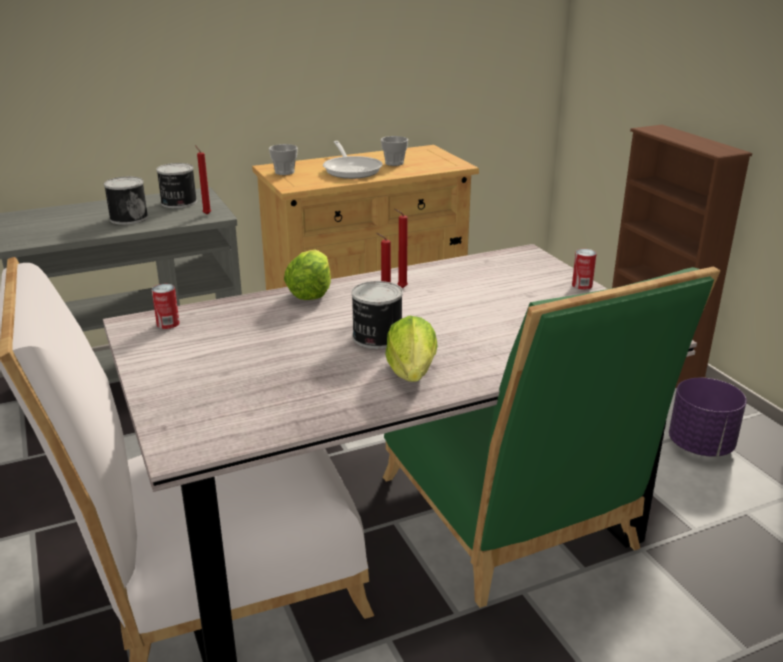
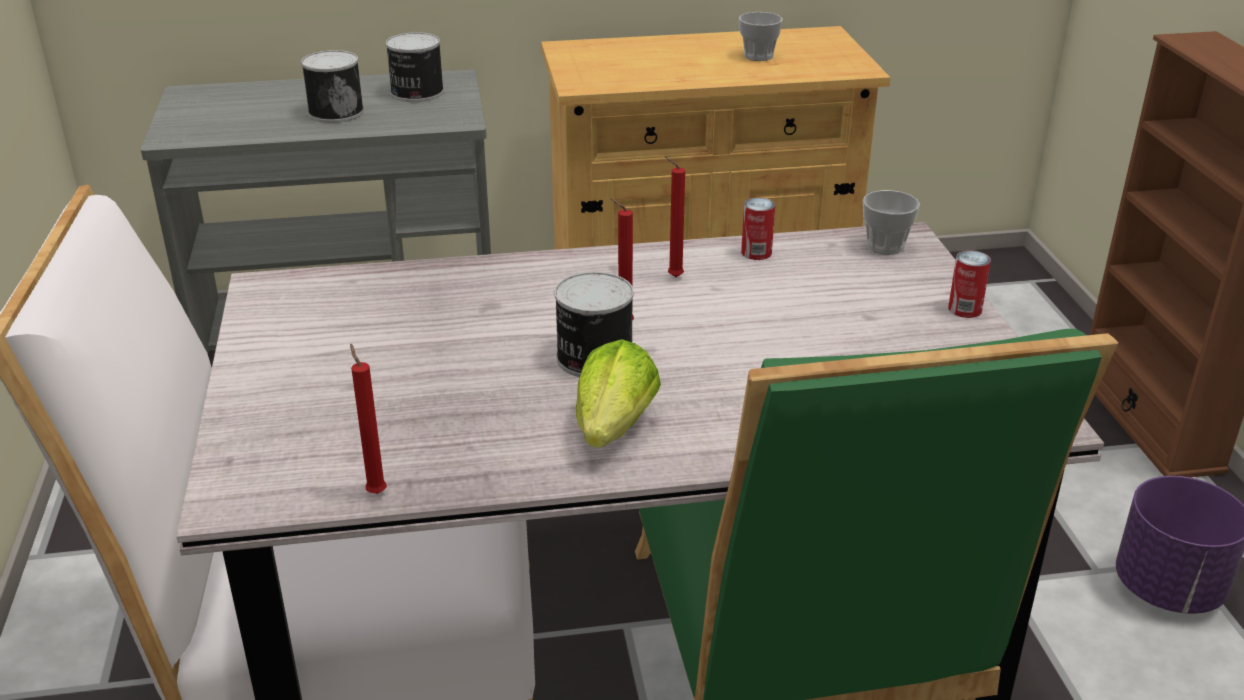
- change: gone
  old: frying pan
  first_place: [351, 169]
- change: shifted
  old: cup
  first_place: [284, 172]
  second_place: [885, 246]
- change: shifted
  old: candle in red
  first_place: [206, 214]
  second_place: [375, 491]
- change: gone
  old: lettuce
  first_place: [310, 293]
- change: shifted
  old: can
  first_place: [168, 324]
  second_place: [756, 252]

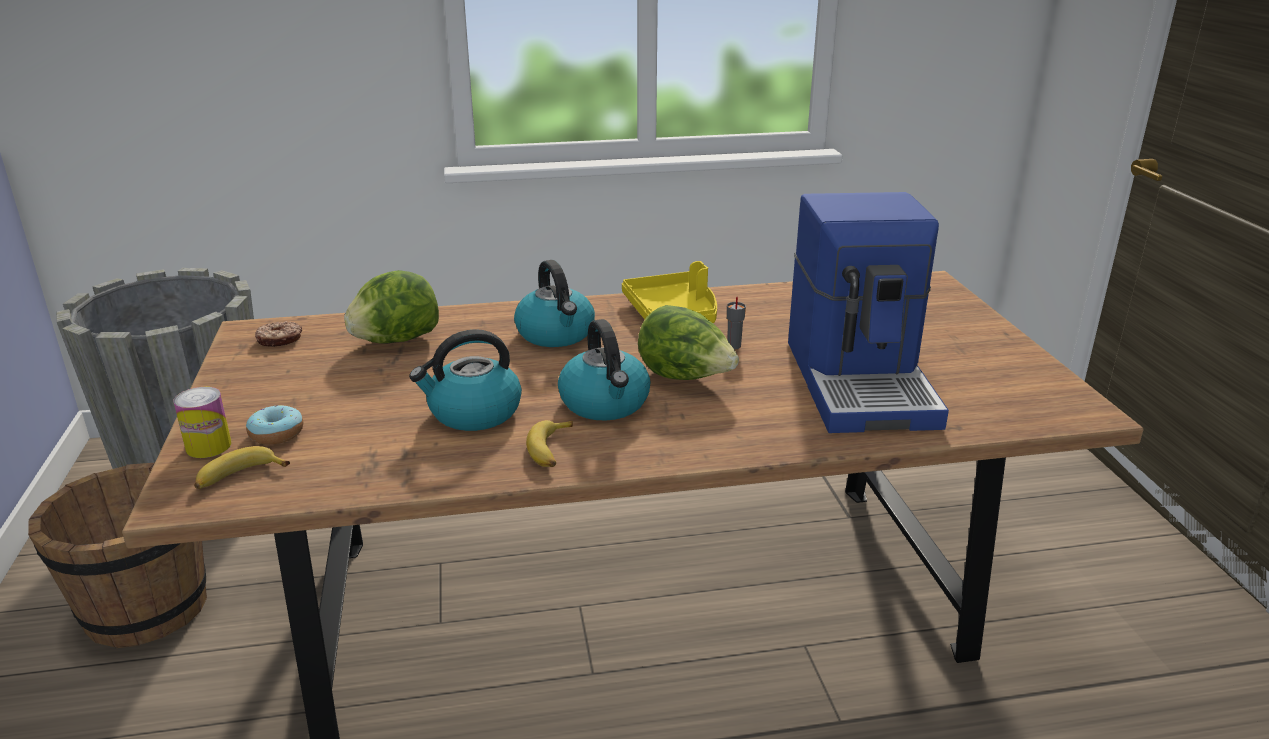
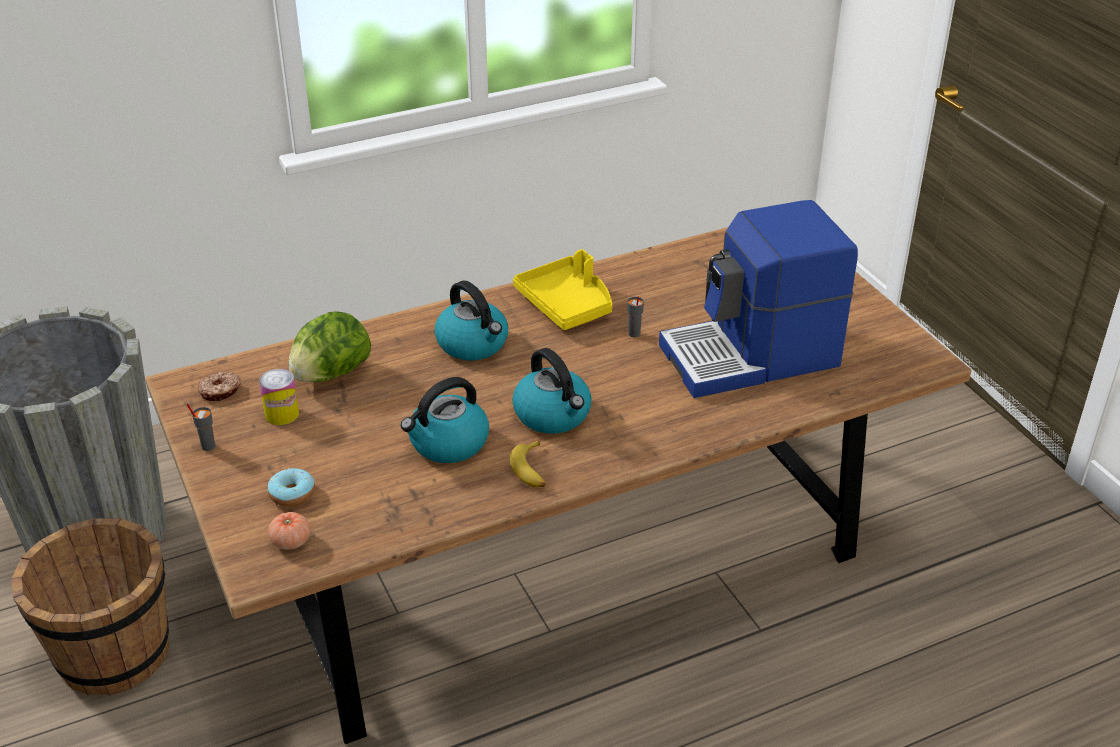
- change: rotated
  old: coffee machine
  first_place: [862, 382]
  second_place: [752, 357]
  degrees: 90
- change: gone
  old: lettuce
  first_place: [685, 378]
- change: shifted
  old: can
  first_place: [208, 446]
  second_place: [282, 414]
- change: swapped
  old: banana
  new: tomato
  first_place: [239, 477]
  second_place: [291, 541]
- change: new
  new: cup in grey
  second_place: [208, 446]

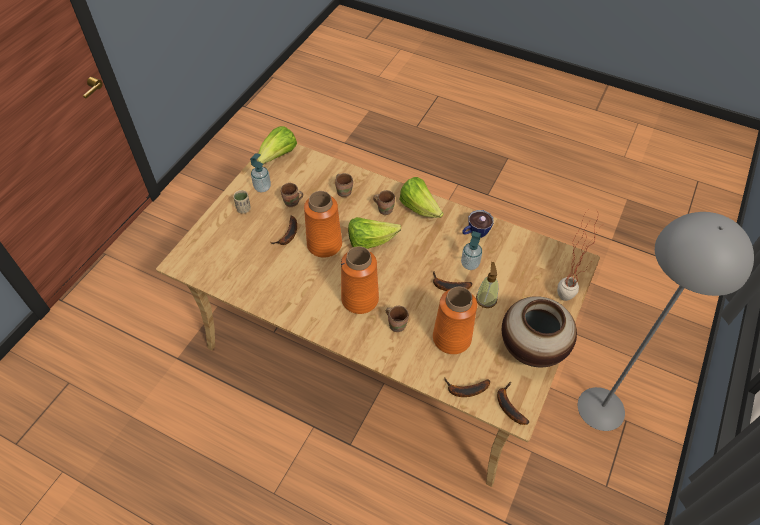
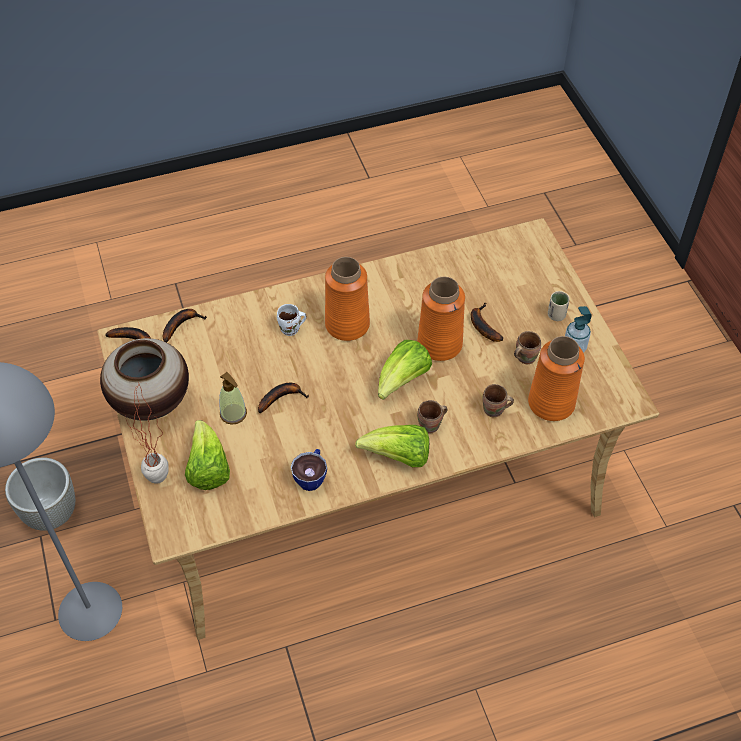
- change: shifted
  old: lettuce
  first_place: [278, 156]
  second_place: [208, 468]
- change: gone
  old: soap dispenser
  first_place: [470, 264]
- change: shifted
  old: vase in orange
  first_place: [451, 338]
  second_place: [551, 402]
- change: repainted
  old: mug in brown
  new: mug in white
  first_place: [397, 324]
  second_place: [291, 330]
- change: new
  new: planter in grey
  second_place: [50, 513]

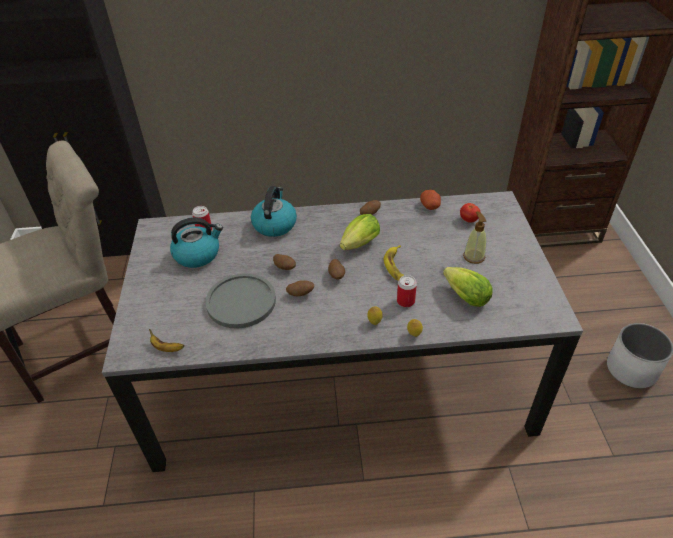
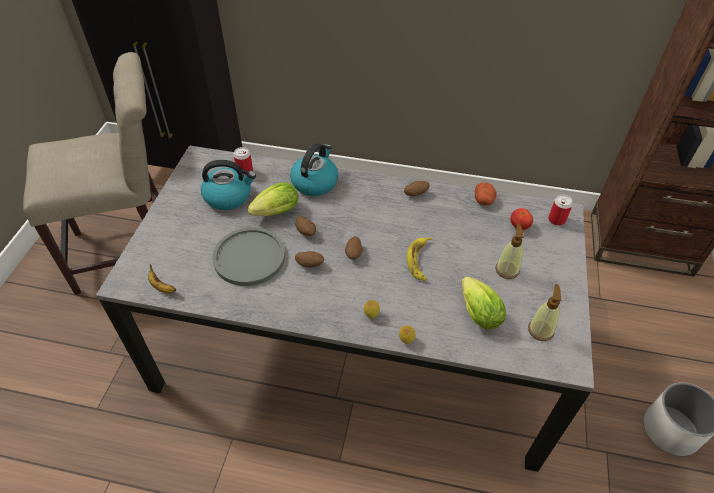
- change: shifted
  old: lettuce
  first_place: [358, 245]
  second_place: [274, 213]
- change: shifted
  old: can
  first_place: [405, 301]
  second_place: [556, 220]
- change: new
  new: soap dispenser
  second_place: [540, 330]

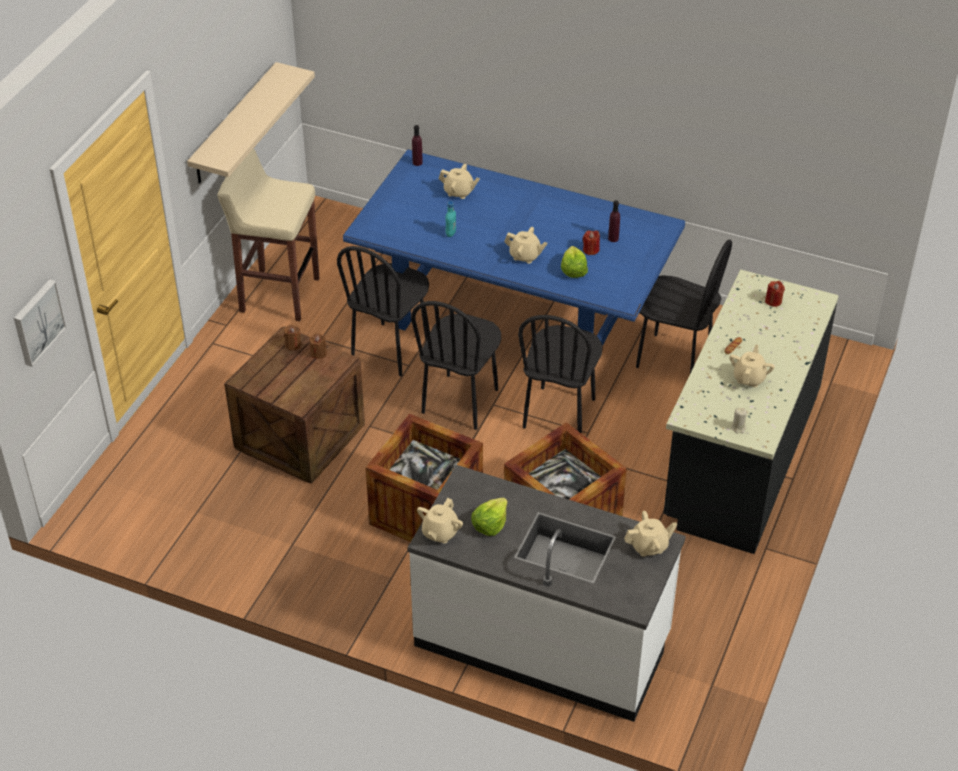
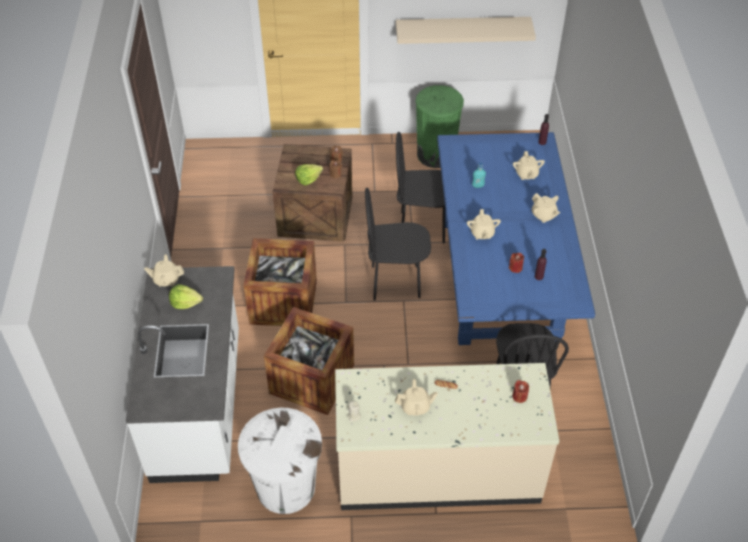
- change: swapped
  old: stool in beige
  new: trash can in green
  first_place: [278, 294]
  second_place: [436, 154]
- change: shifted
  old: lettuce
  first_place: [573, 270]
  second_place: [308, 179]
- change: repainted
  old: counter in black
  new: counter in beige
  first_place: [740, 458]
  second_place: [438, 469]
- change: gone
  old: picture
  first_place: [37, 322]
- change: gone
  old: chair in black
  first_place: [559, 413]
- change: shifted
  old: teapot in beige
  first_place: [649, 546]
  second_place: [543, 215]
- change: new
  new: trash can in white
  second_place: [285, 487]

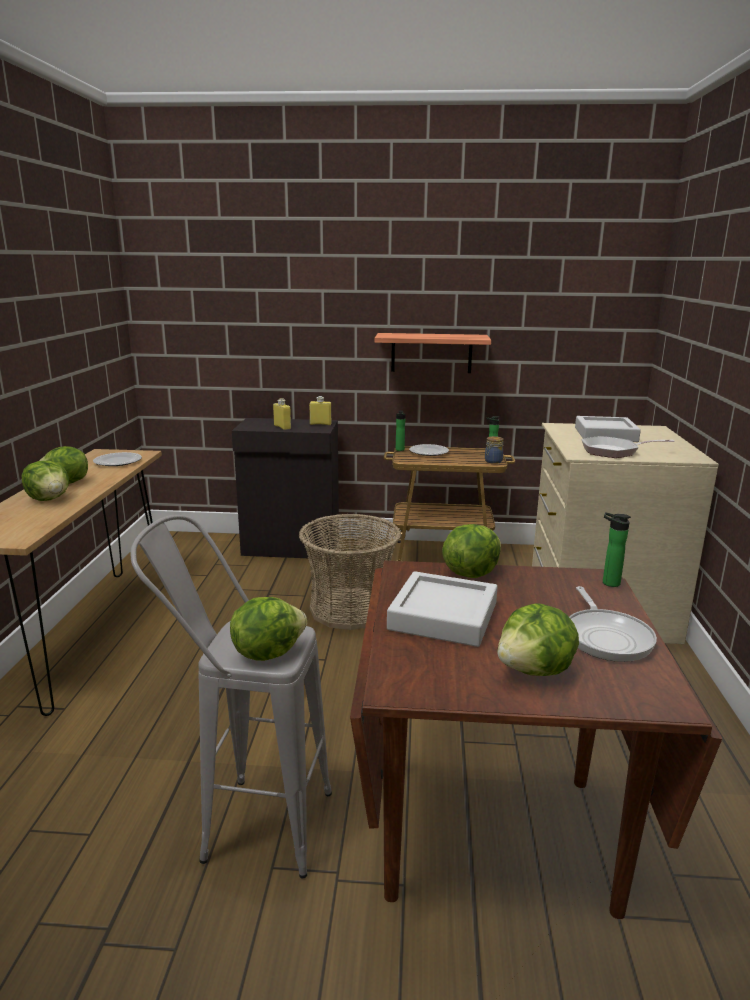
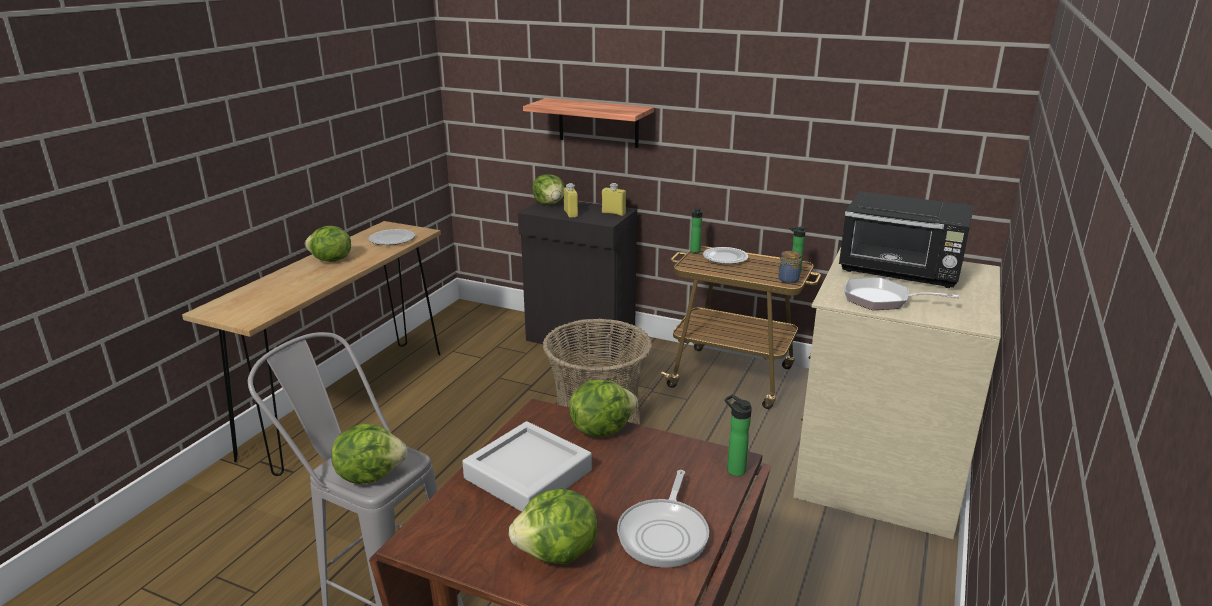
- change: shifted
  old: shelf
  first_place: [431, 353]
  second_place: [598, 123]
- change: swapped
  old: tray in grey
  new: microwave in black
  first_place: [605, 434]
  second_place: [901, 272]
- change: shifted
  old: lettuce
  first_place: [49, 499]
  second_place: [550, 204]

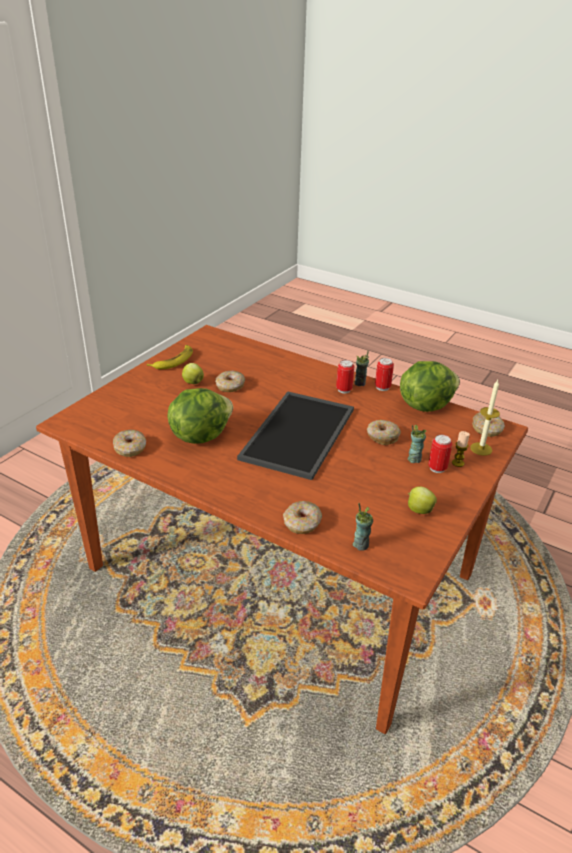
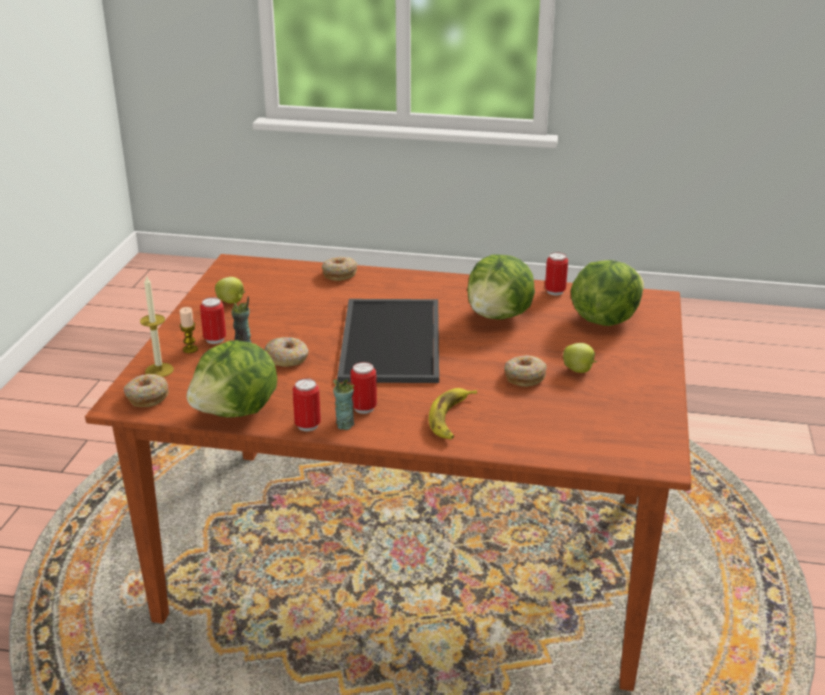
- change: shifted
  old: banana
  first_place: [173, 360]
  second_place: [451, 418]
- change: swapped
  old: donut
  new: can
  first_place: [130, 448]
  second_place: [555, 291]
- change: gone
  old: cup
  first_place: [361, 544]
- change: new
  new: lettuce
  second_place: [604, 319]

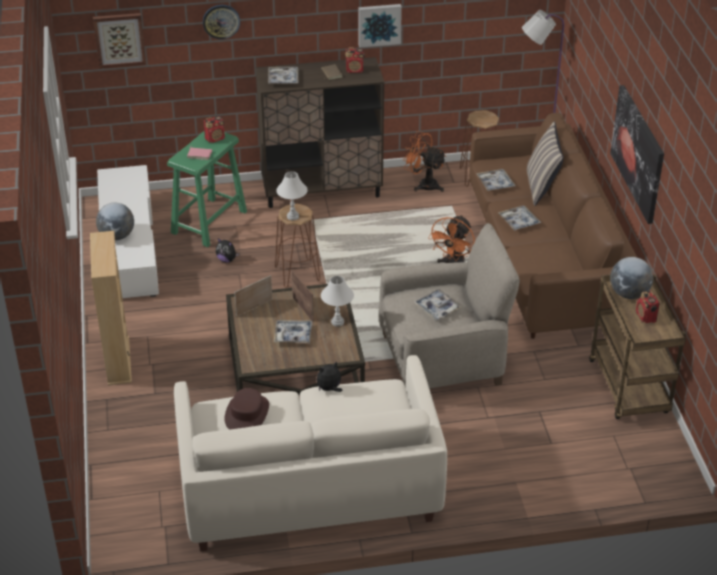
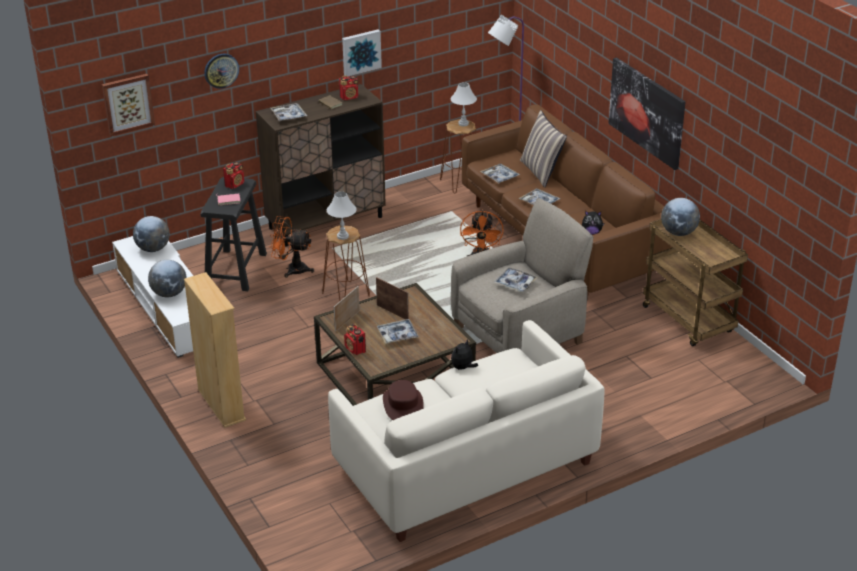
- change: repainted
  old: stool in green
  new: stool in black
  first_place: [209, 222]
  second_place: [236, 270]
- change: shifted
  old: fan in orange
  first_place: [424, 184]
  second_place: [292, 269]
- change: shifted
  old: plush toy
  first_place: [227, 260]
  second_place: [591, 232]
- change: shifted
  old: table lamp in white
  first_place: [337, 322]
  second_place: [463, 123]
- change: shifted
  old: radio
  first_place: [646, 317]
  second_place: [355, 349]
- change: new
  new: globe
  second_place: [153, 249]

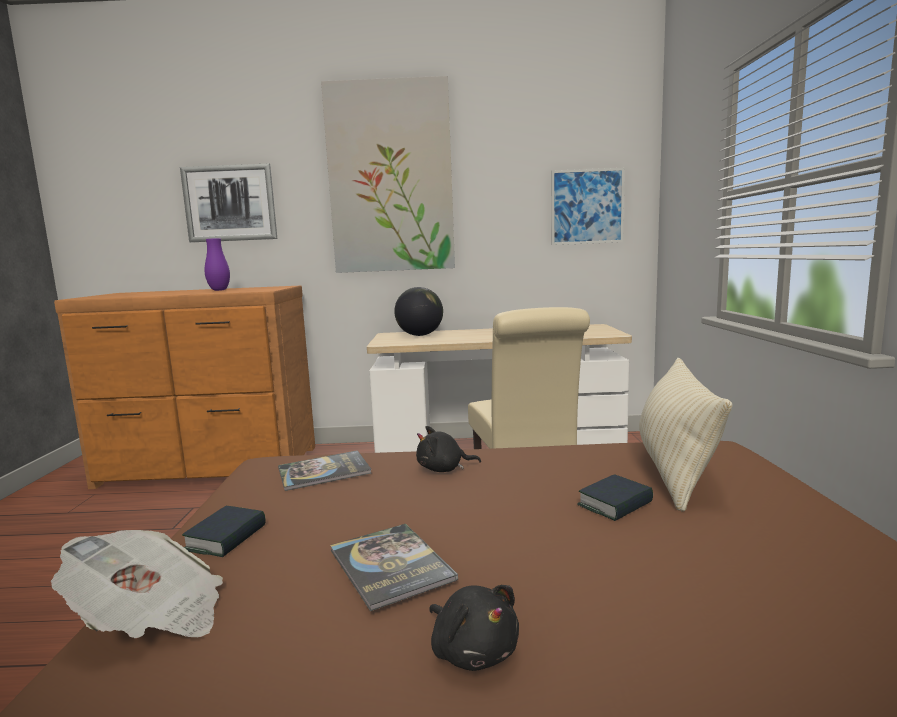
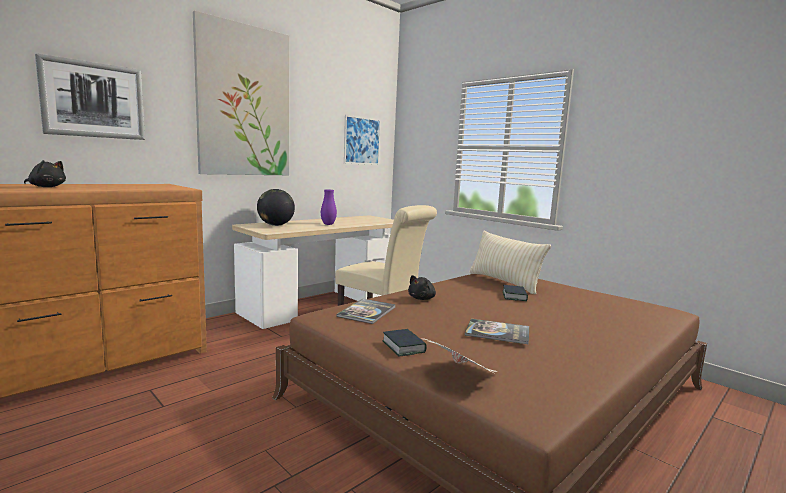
- change: shifted
  old: vase in purple
  first_place: [219, 290]
  second_place: [328, 224]
- change: shifted
  old: plush toy in black
  first_place: [473, 651]
  second_place: [46, 187]

